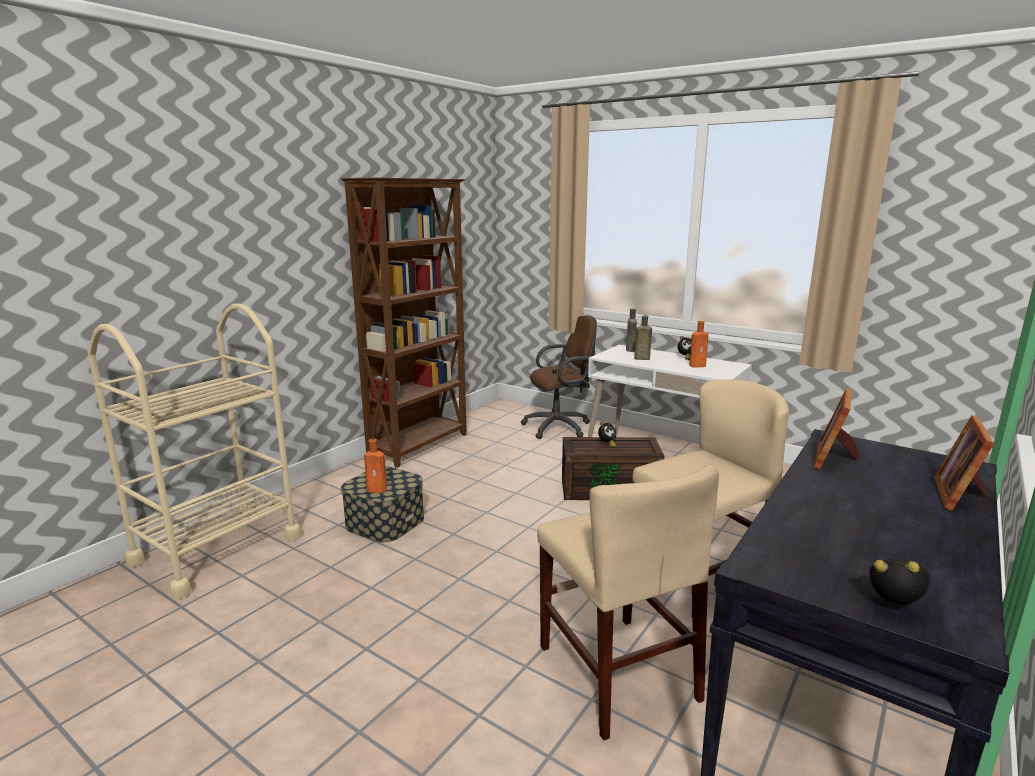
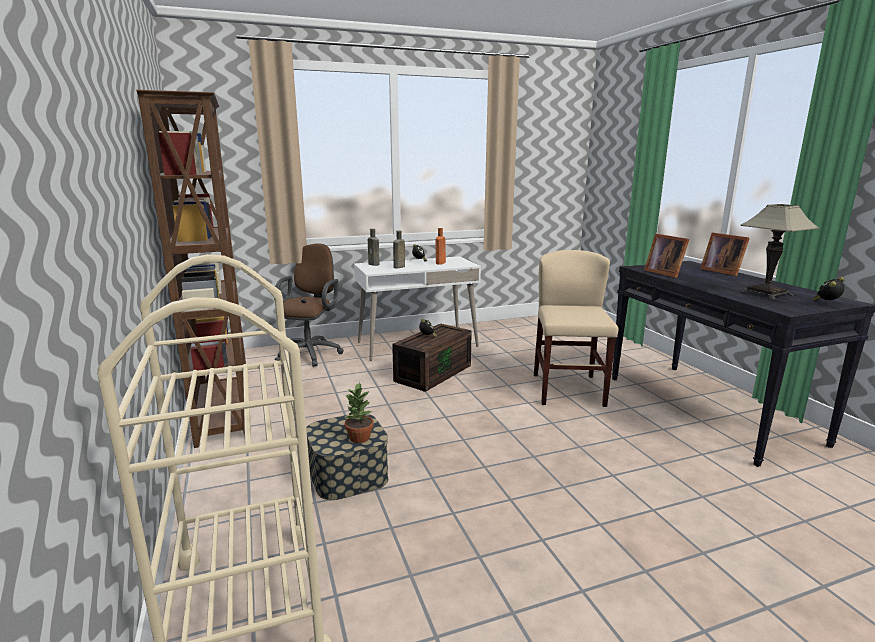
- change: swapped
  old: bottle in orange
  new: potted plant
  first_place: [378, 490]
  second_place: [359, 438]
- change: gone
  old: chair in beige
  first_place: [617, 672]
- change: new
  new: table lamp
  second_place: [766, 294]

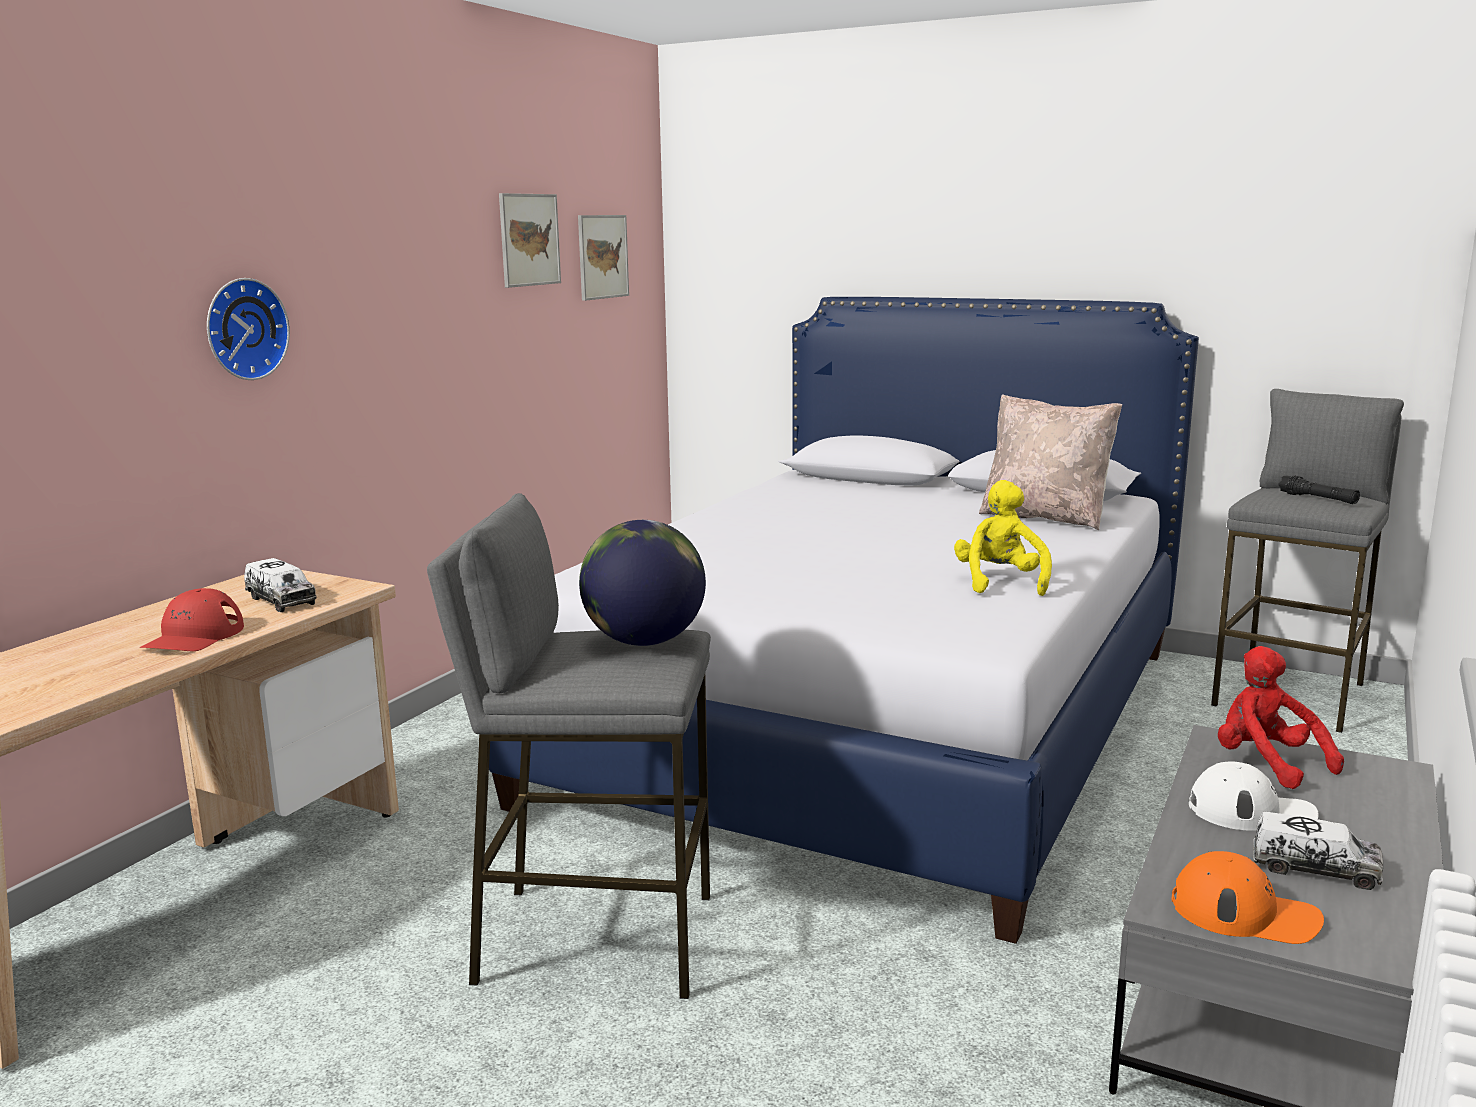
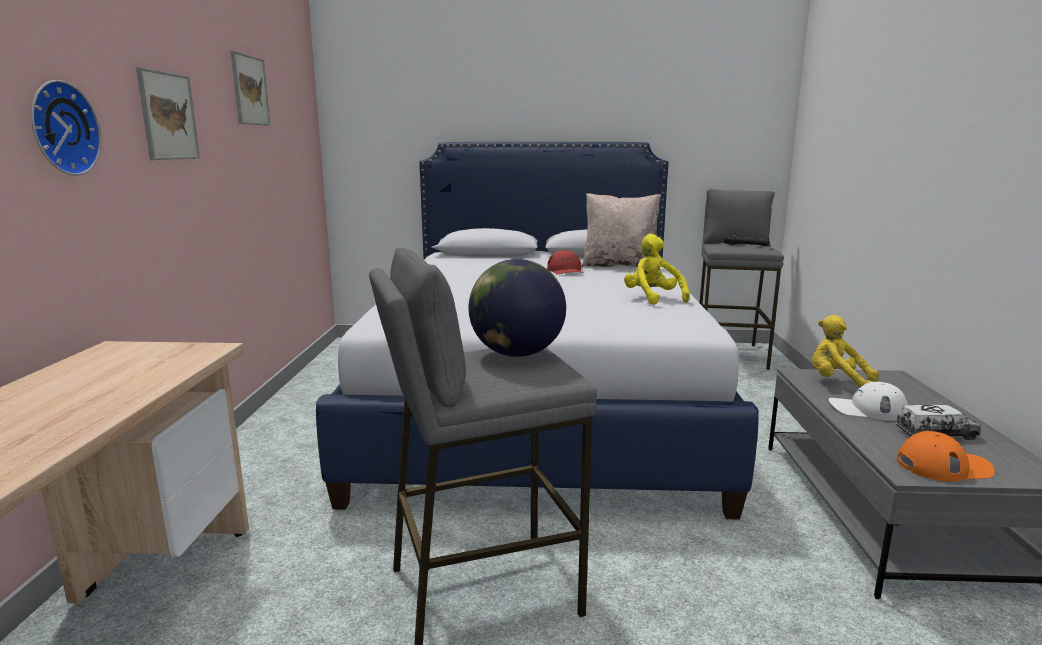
- change: shifted
  old: picture
  first_place: [602, 256]
  second_place: [168, 116]
- change: gone
  old: toy truck
  first_place: [281, 600]
- change: shifted
  old: cap in red
  first_place: [194, 637]
  second_place: [566, 271]
- change: repainted
  old: plush toy in red
  new: plush toy in yellow
  first_place: [1266, 764]
  second_place: [838, 383]
- change: rotated
  old: cap in white
  first_place: [1251, 811]
  second_place: [867, 409]
  degrees: -150

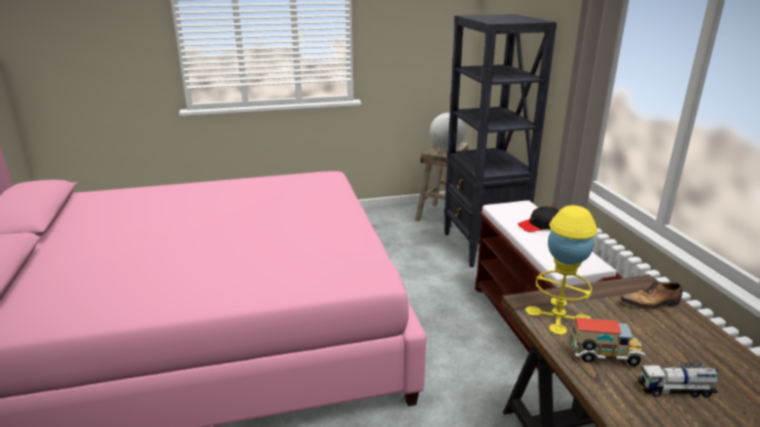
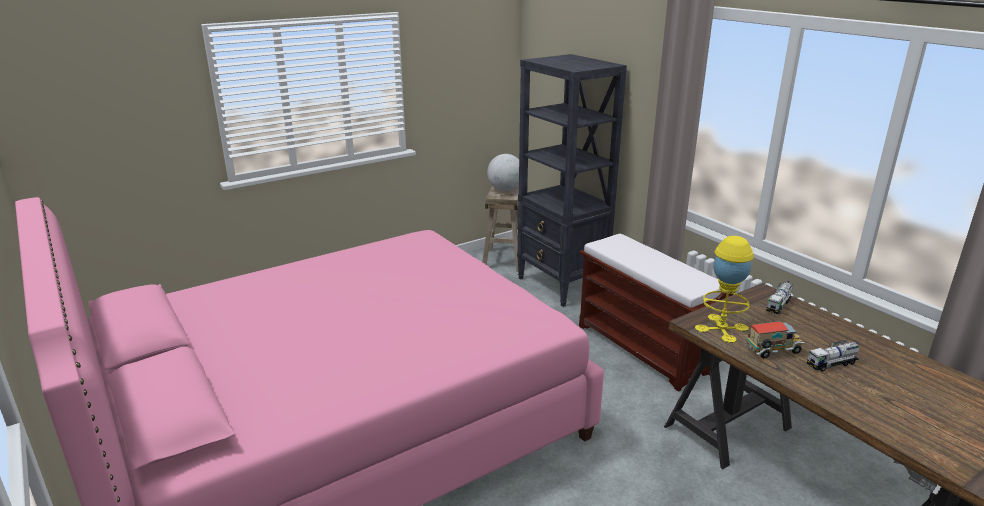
- change: gone
  old: cap in black
  first_place: [539, 225]
- change: swapped
  old: shoe
  new: toy truck
  first_place: [651, 303]
  second_place: [778, 305]

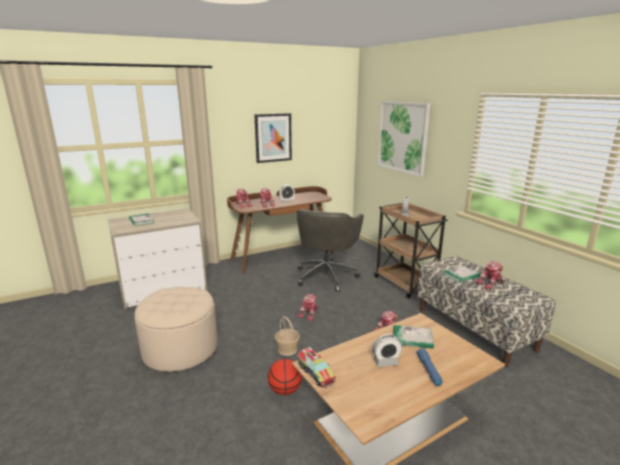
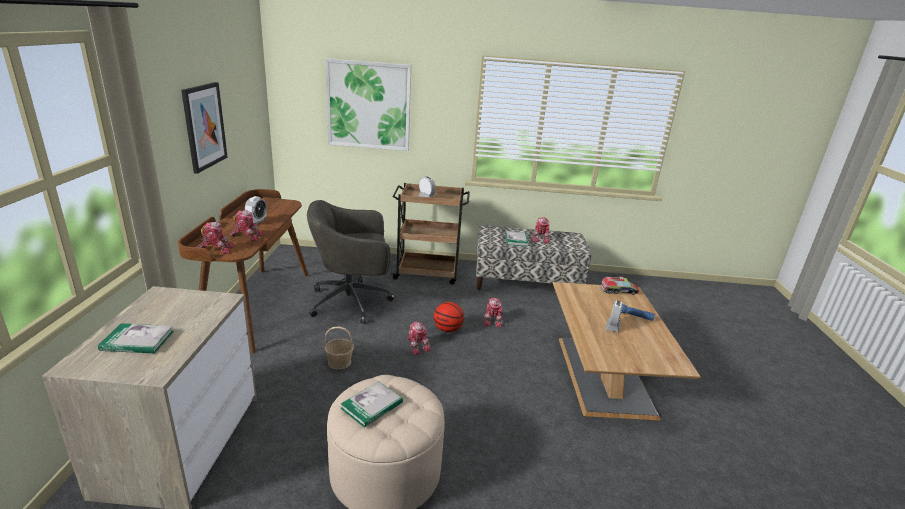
- change: rotated
  old: office chair in grey
  first_place: [326, 276]
  second_place: [352, 301]
  degrees: 120
- change: shifted
  old: basket
  first_place: [287, 349]
  second_place: [339, 362]
- change: shifted
  old: book
  first_place: [412, 338]
  second_place: [372, 406]
- change: shifted
  old: toy truck
  first_place: [315, 373]
  second_place: [619, 291]
- change: shifted
  old: basketball
  first_place: [285, 390]
  second_place: [447, 329]

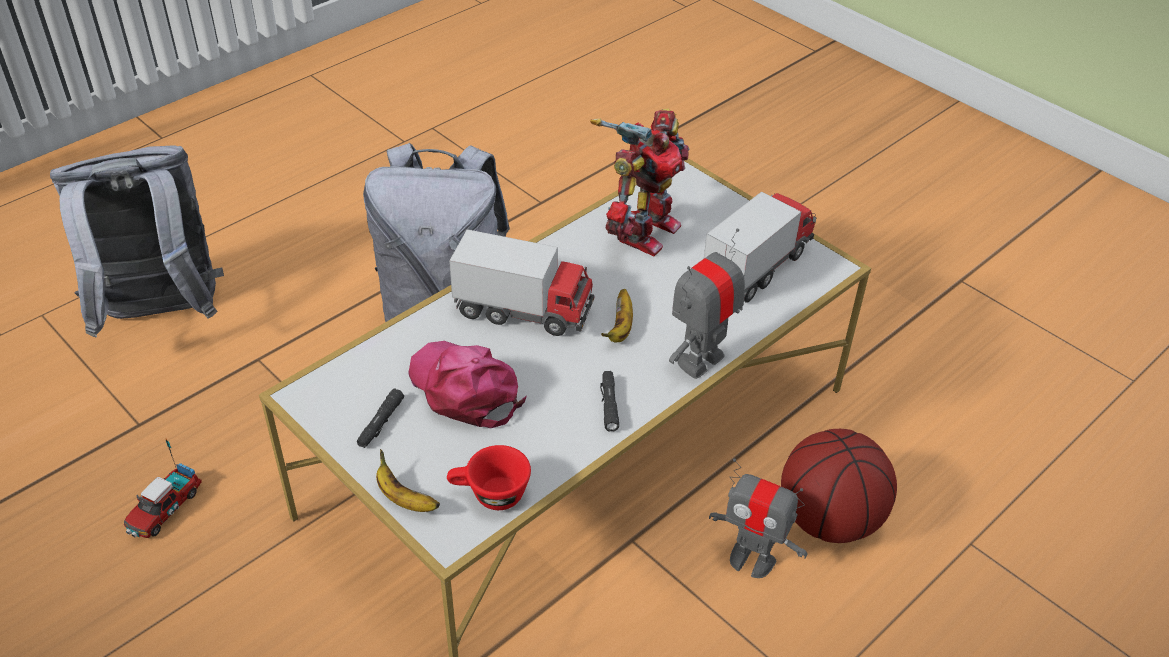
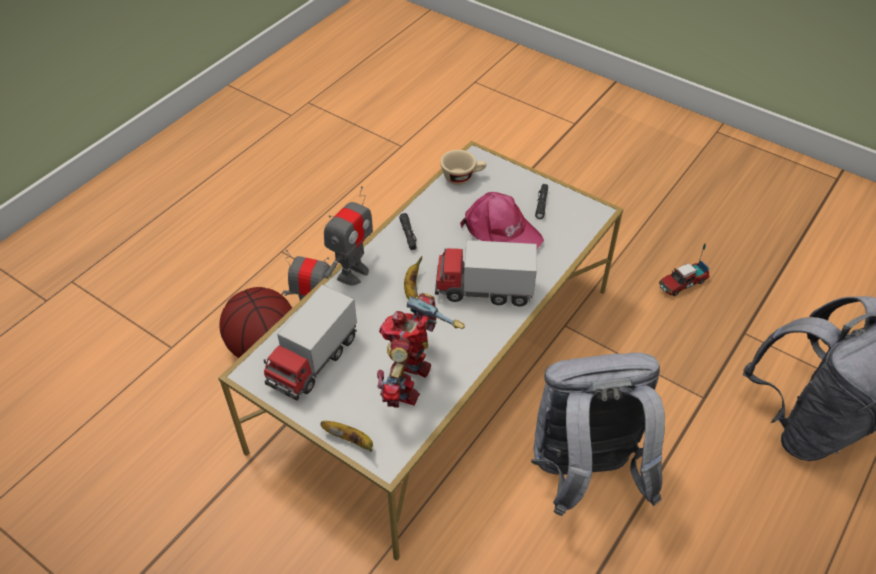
- change: rotated
  old: toy truck
  first_place: [164, 510]
  second_place: [682, 283]
  degrees: -135
- change: repainted
  old: cup in red
  new: cup in beige
  first_place: [489, 495]
  second_place: [463, 177]
- change: shifted
  old: banana
  first_place: [404, 499]
  second_place: [351, 440]

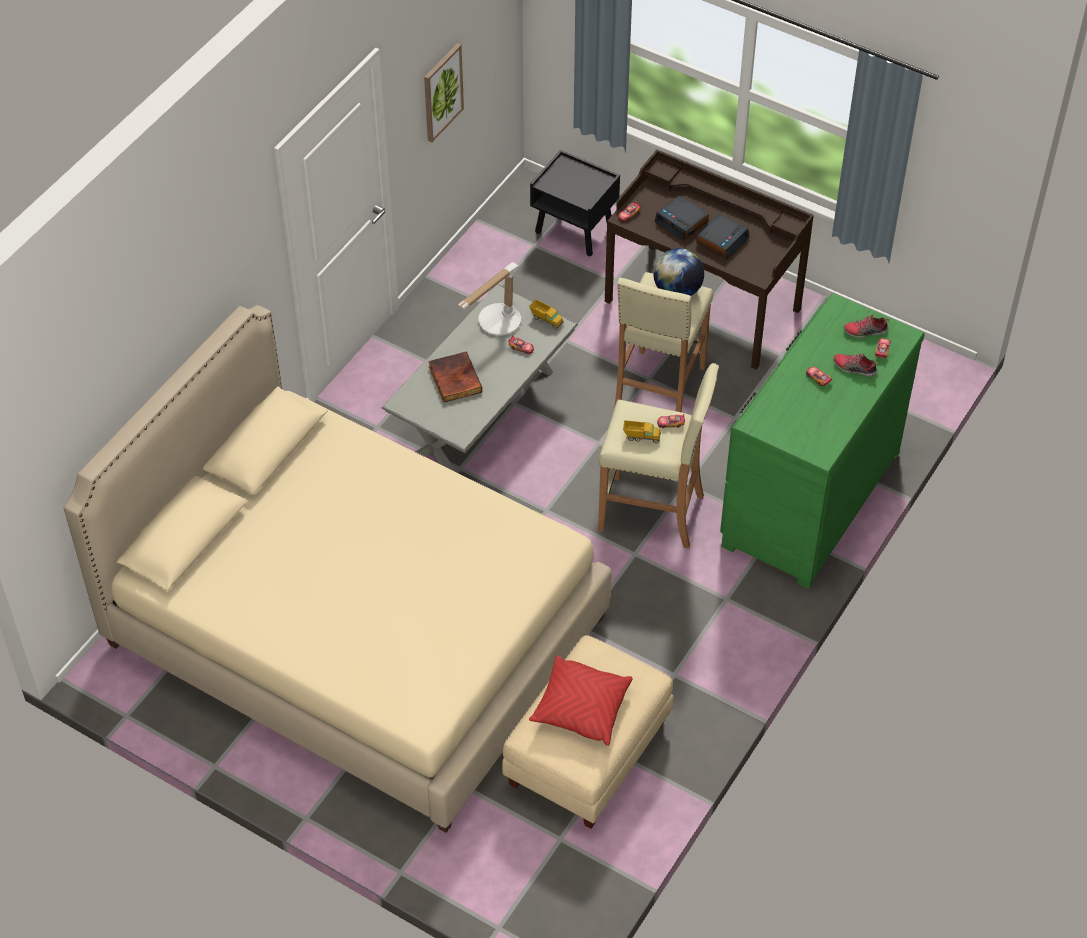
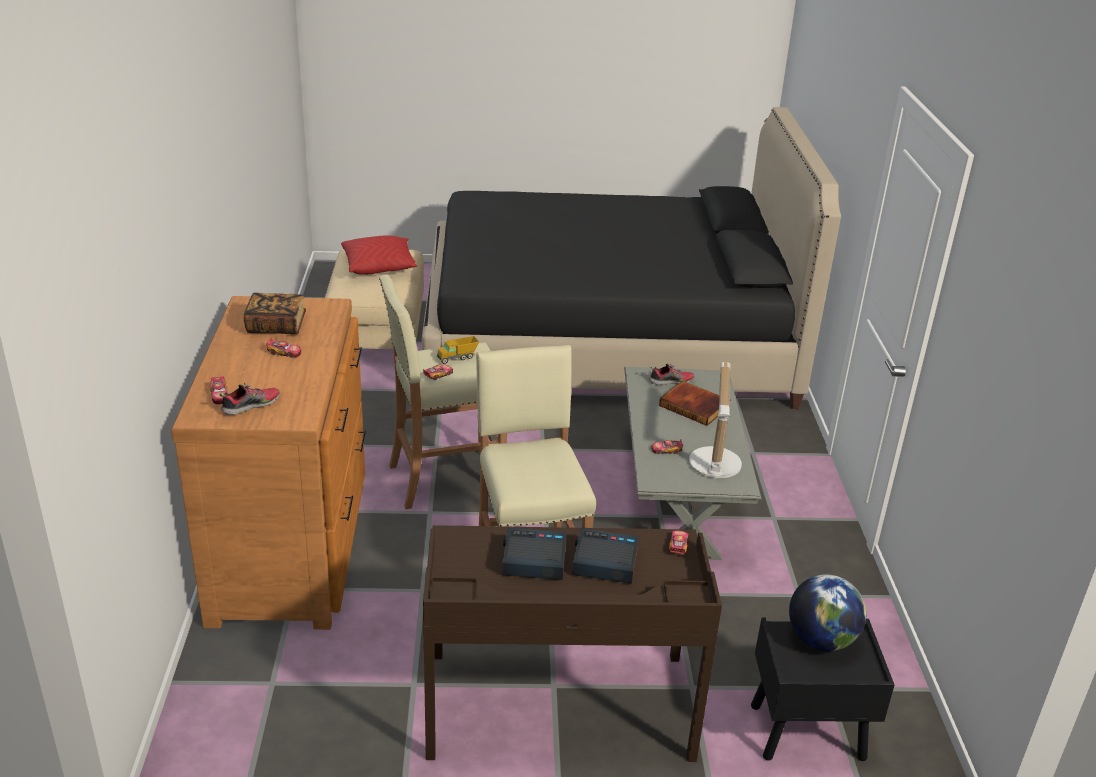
- change: gone
  old: picture
  first_place: [442, 92]
- change: rotated
  old: alarm clock
  first_place: [722, 240]
  second_place: [533, 561]
  degrees: 90
- change: shifted
  old: globe
  first_place: [677, 291]
  second_place: [821, 640]
- change: repainted
  old: dresser in green
  new: dresser in brown
  first_place: [807, 498]
  second_place: [293, 545]
- change: gone
  old: toy truck
  first_place: [546, 320]
- change: repainted
  old: bed in beige
  new: bed in black
  first_place: [356, 631]
  second_place: [605, 340]
- change: shifted
  old: shoe
  first_place: [854, 368]
  second_place: [671, 381]
- change: new
  new: book
  second_place: [276, 326]

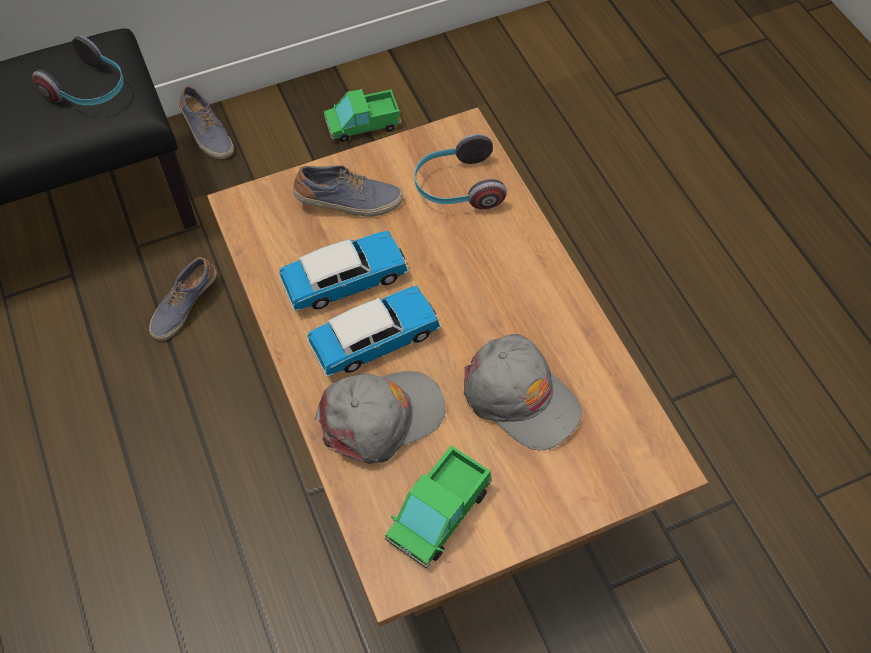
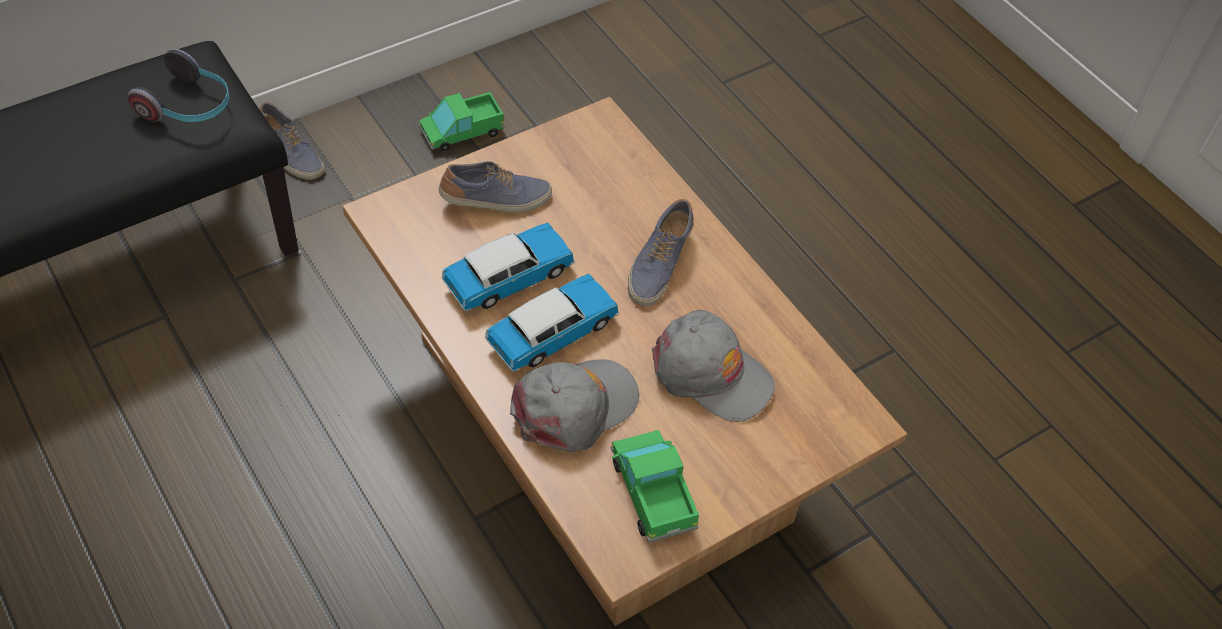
- change: gone
  old: headphones
  first_place: [457, 187]
- change: shifted
  old: shoe
  first_place: [184, 306]
  second_place: [658, 264]
- change: rotated
  old: toy truck
  first_place: [439, 513]
  second_place: [652, 492]
  degrees: 135

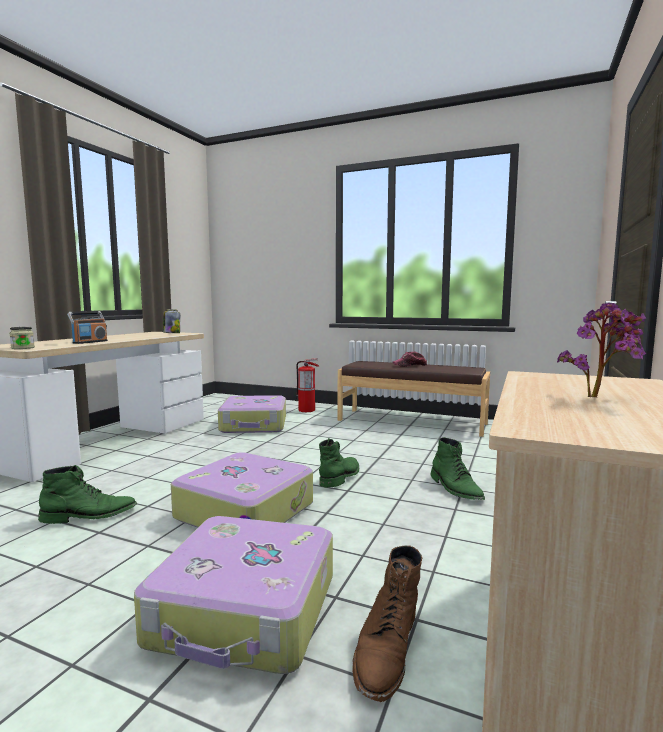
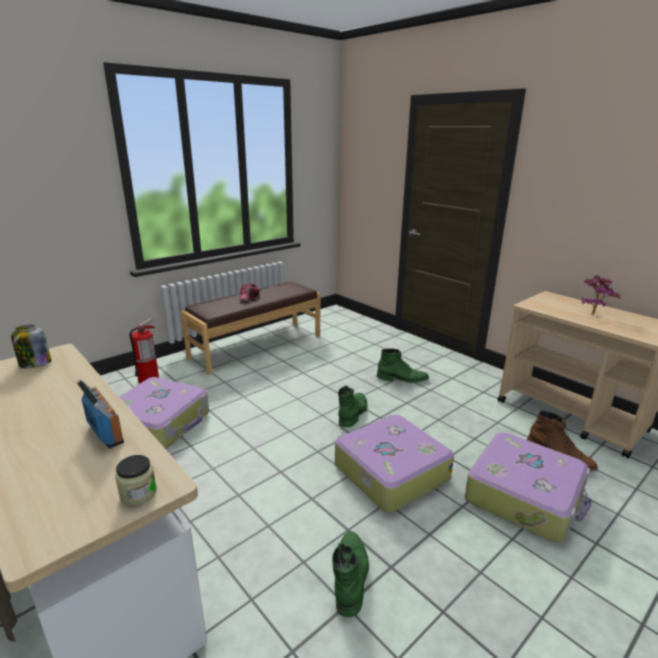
- change: rotated
  old: boot in green
  first_place: [340, 477]
  second_place: [353, 413]
  degrees: 60

